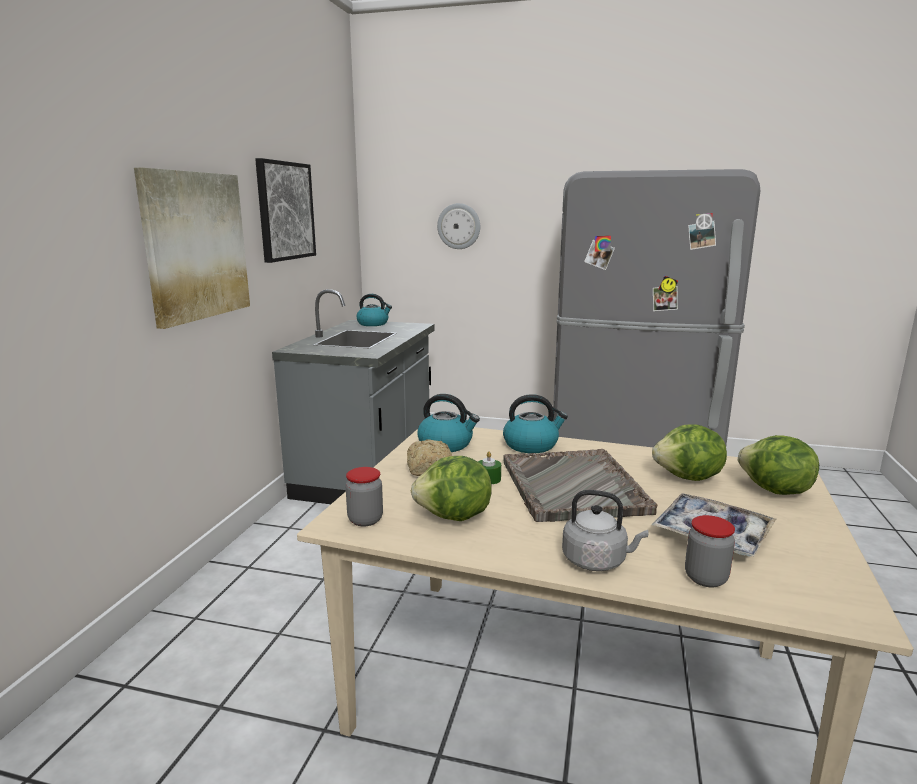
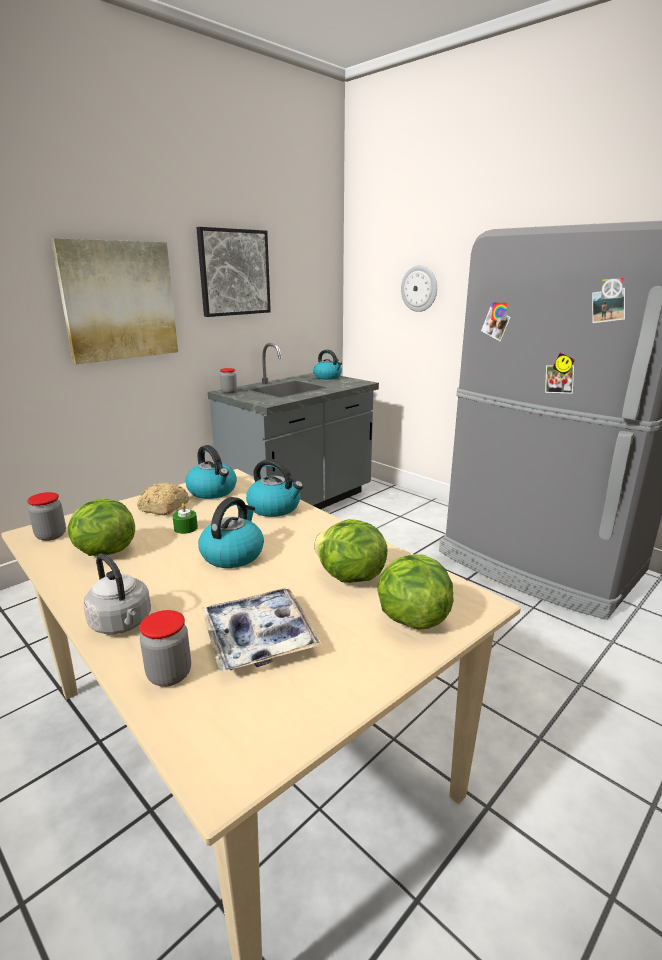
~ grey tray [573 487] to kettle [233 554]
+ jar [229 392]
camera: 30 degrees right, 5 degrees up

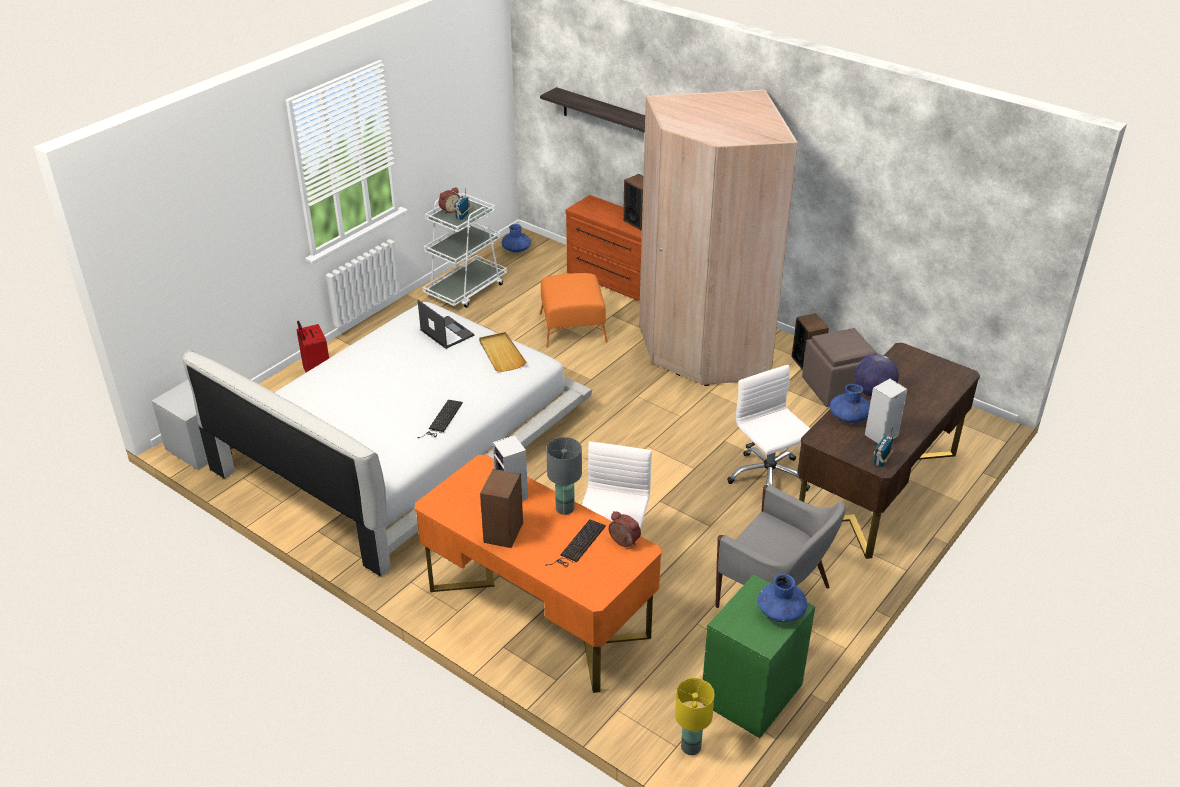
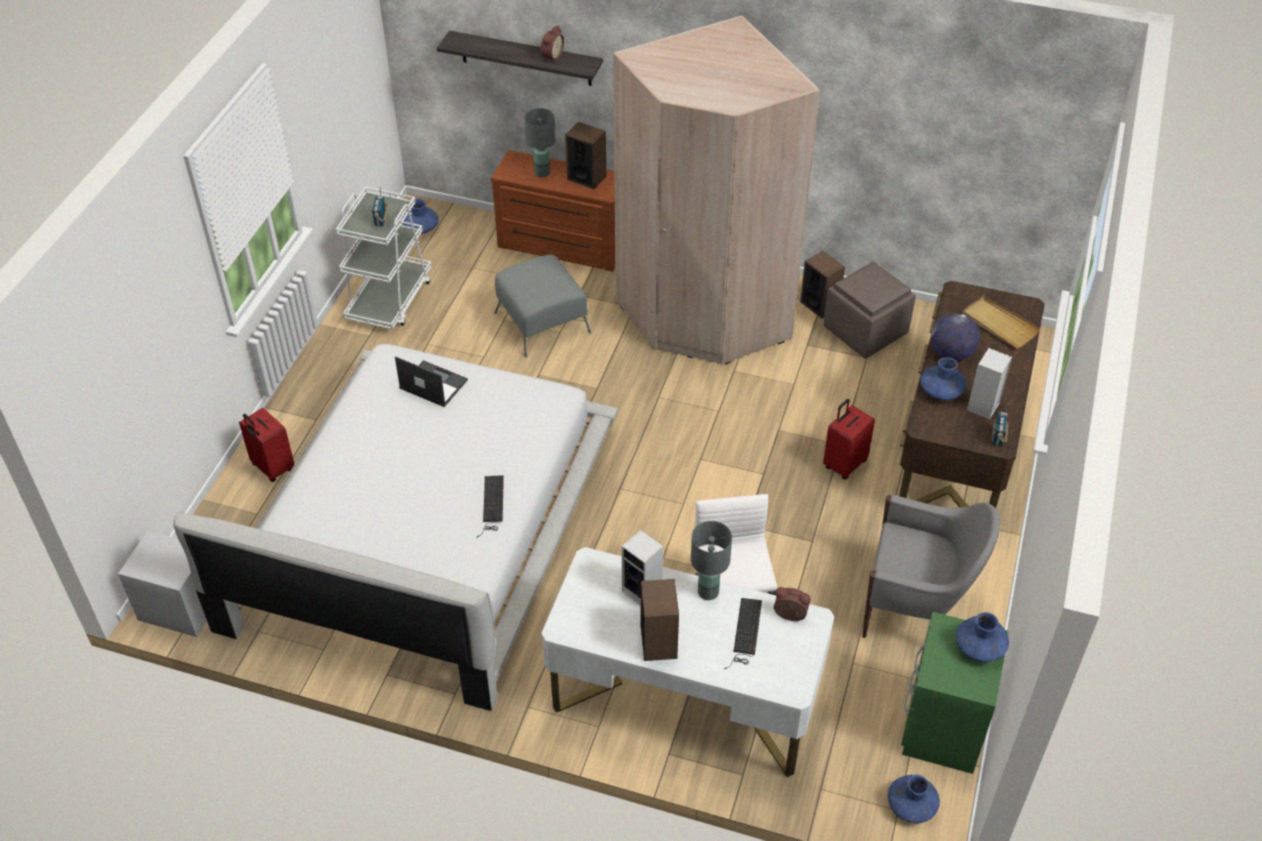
~ orange ottoman [573 327] to grey ottoman [542 322]
+ grey table lamp [542 172]
~ alarm clock [449 210] to [551 56]
~ orange desk [538 612] to white desk [684 700]
~ white office chair [767 477] to red suitcase [844 464]
~ yellow table lamp [690 747] to blue vase [911 806]
~ beige tray [501 354] to [998 324]
camera: 20 degrees left, 10 degrees up

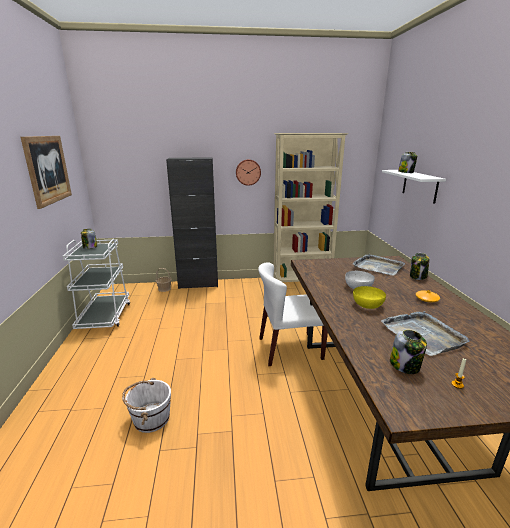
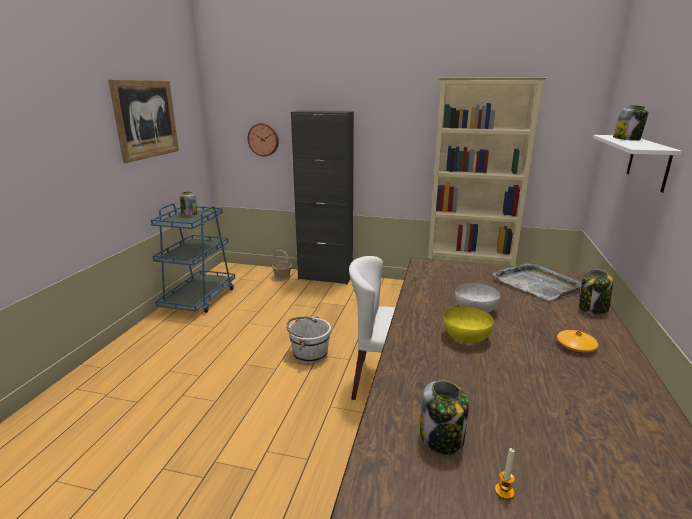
~ white cart [105 317] to blue cart [199 299]
~ wall clock [248 172] to [263 139]
~ white bucket [151 418] to [309 353]
- grey tray [423 334]
camera: 20 degrees right, 0 degrees up

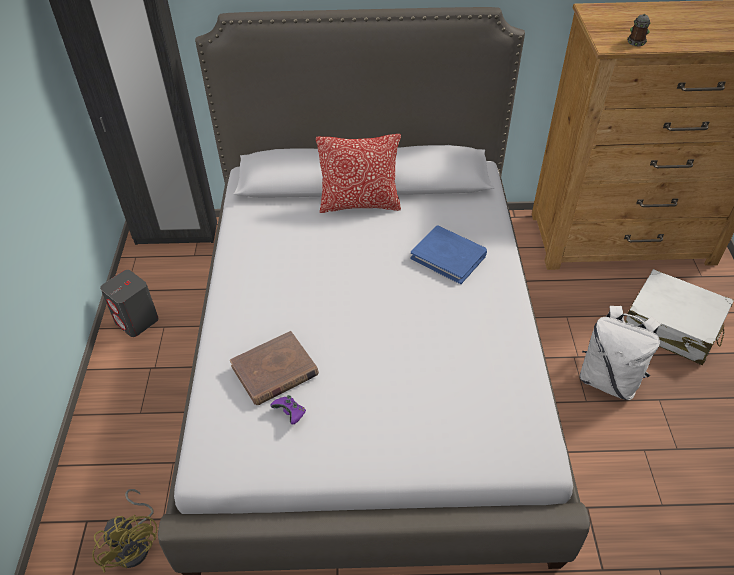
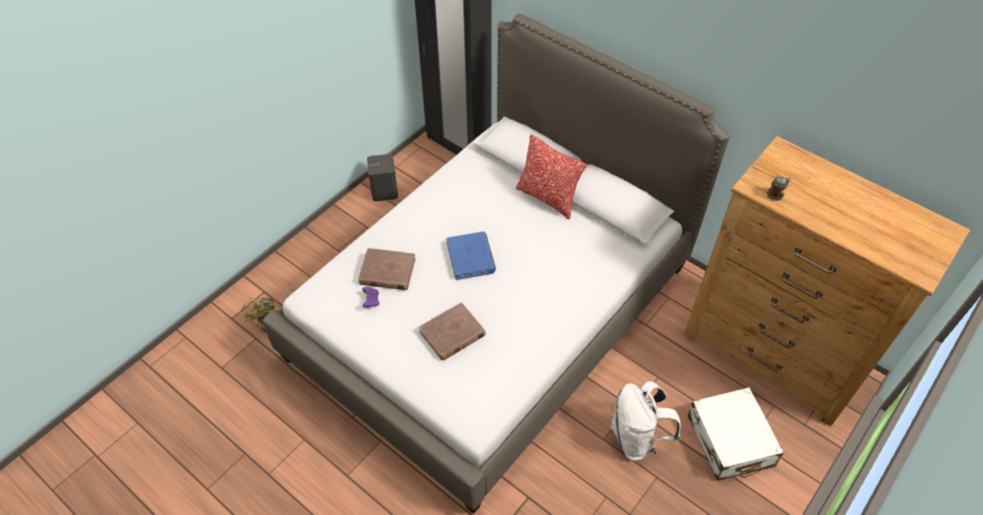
+ brown book [452 334]
~ blue book [448 256] to [471 257]
camera: 40 degrees right, 5 degrees up

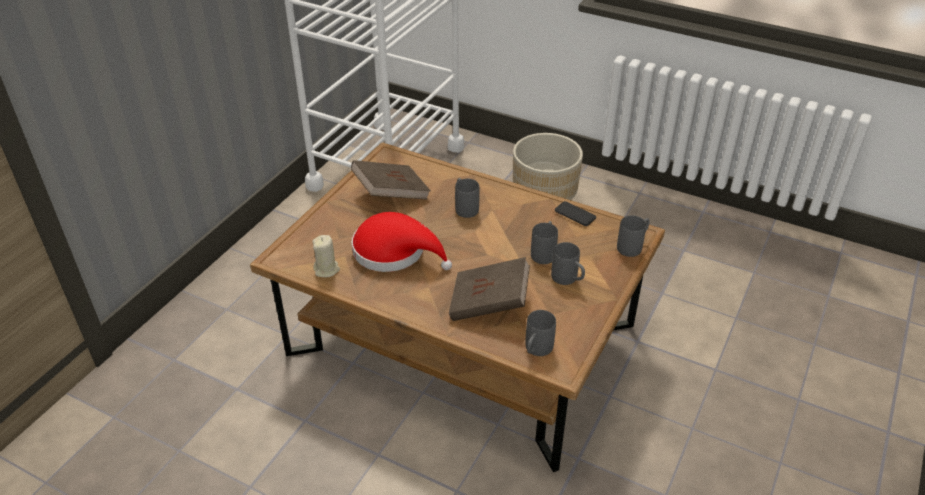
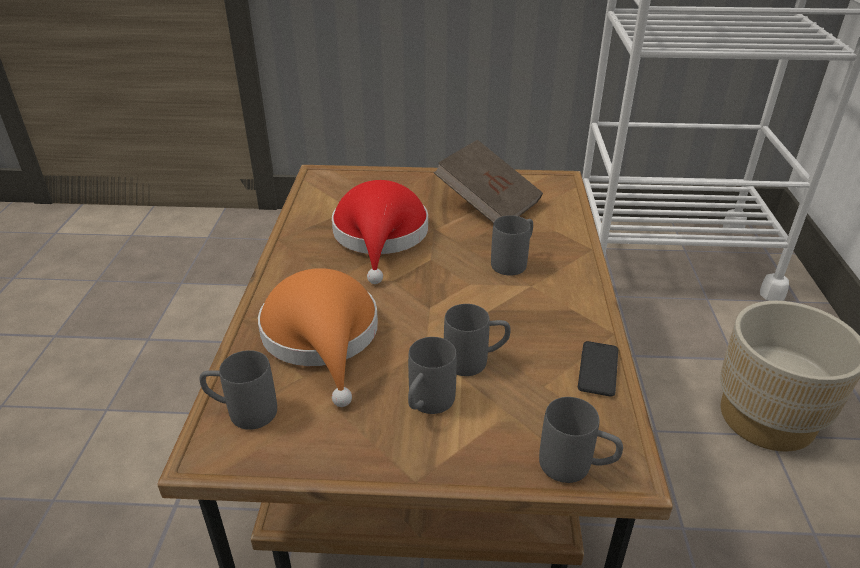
~ brown book [489 304] to orange hat [323 338]
- beige candle [326 269]
camera: 65 degrees right, 5 degrees down

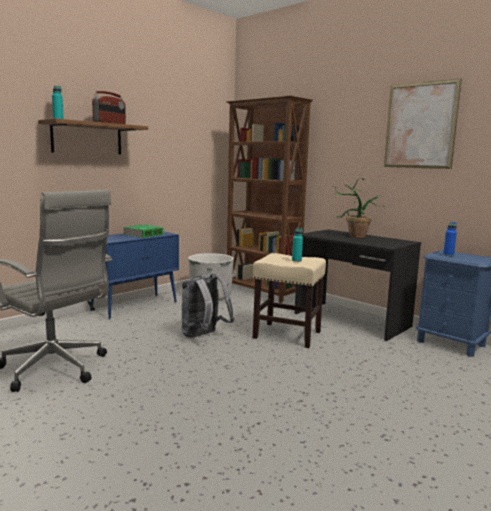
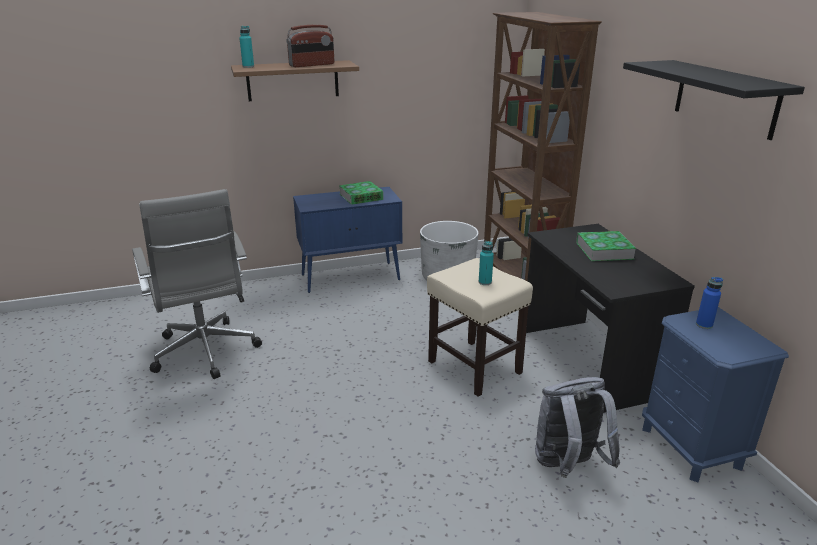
~ grey backpack [204 336] to [568 466]
~ potted plant [352 236] to book [604 250]
~ picture [420 125] to black shelf [725 98]
camera: 30 degrees right, 15 degrees up

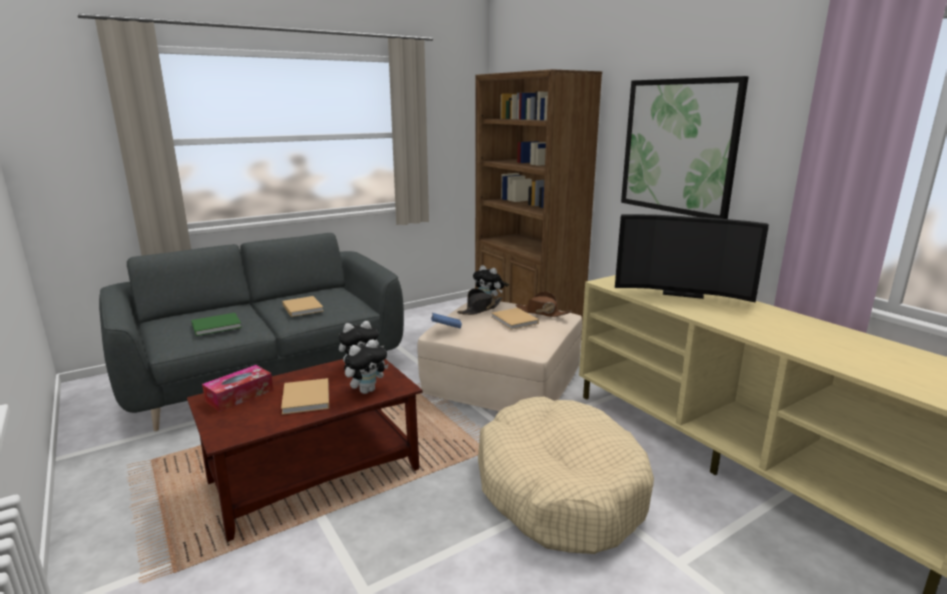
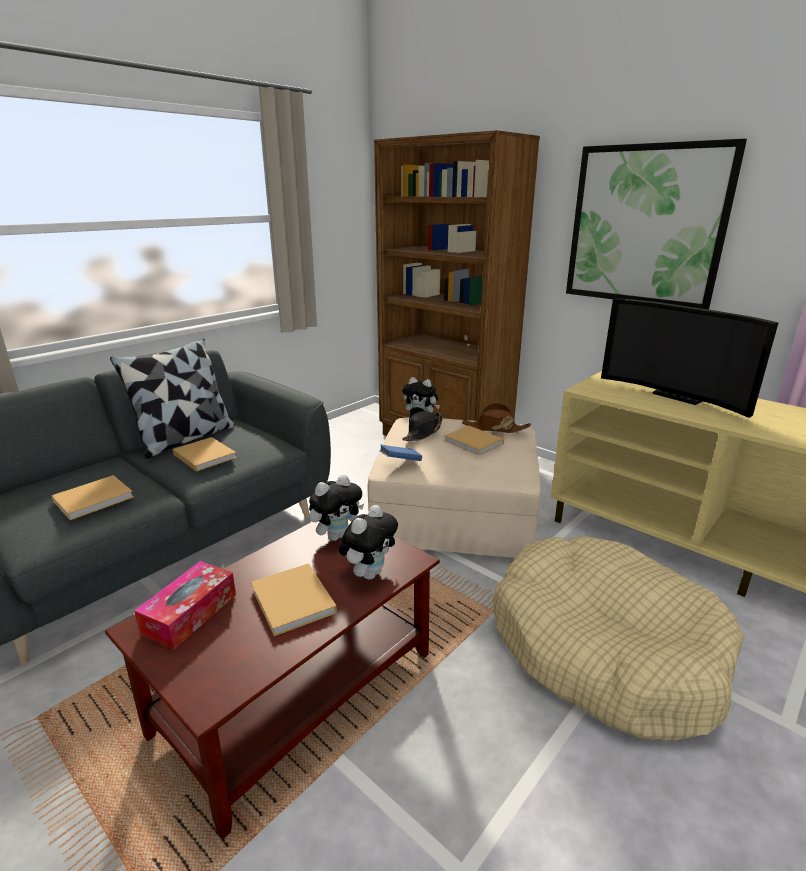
~ green book [218 325] to beige book [96 498]
+ pillow [185 438]
~ television [682 293] = [678 396] 45 degrees clockwise
camera: 15 degrees left, 5 degrees up

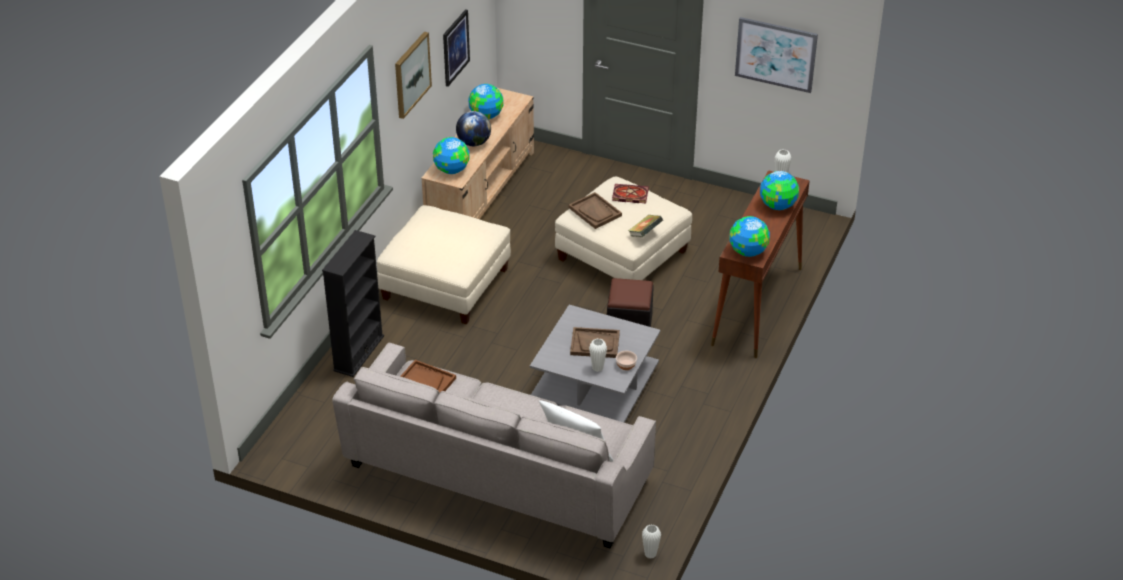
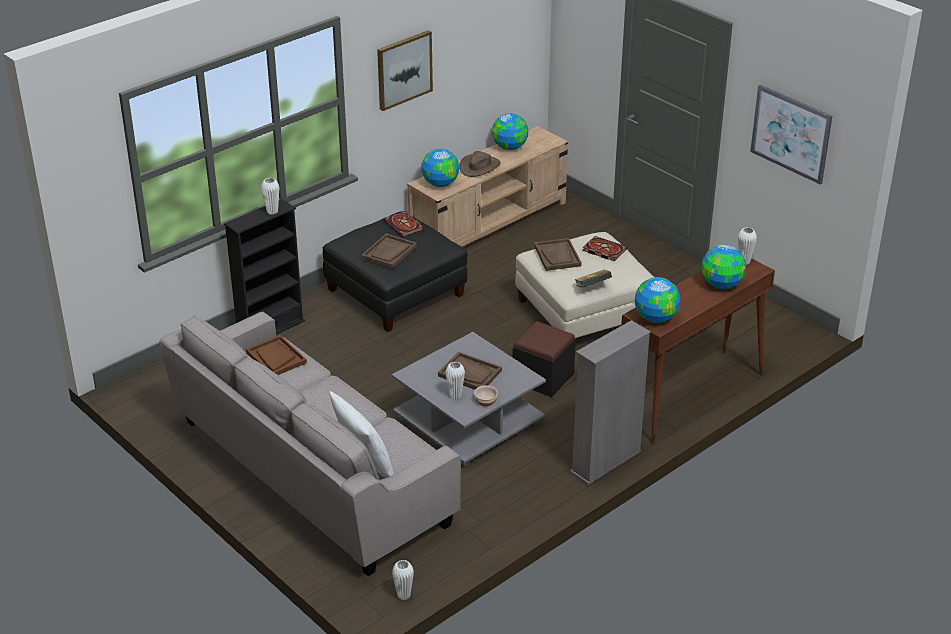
+ white vase [272 211]
~ beige ottoman [445 283] to black ottoman [395 292]
+ brown tray [389 252]
+ book [404 226]
~ globe [474 143] to brown hat [479 166]
+ grey bookcase [606 462]
- picture [455 47]
camera: 25 degrees right, 5 degrees down

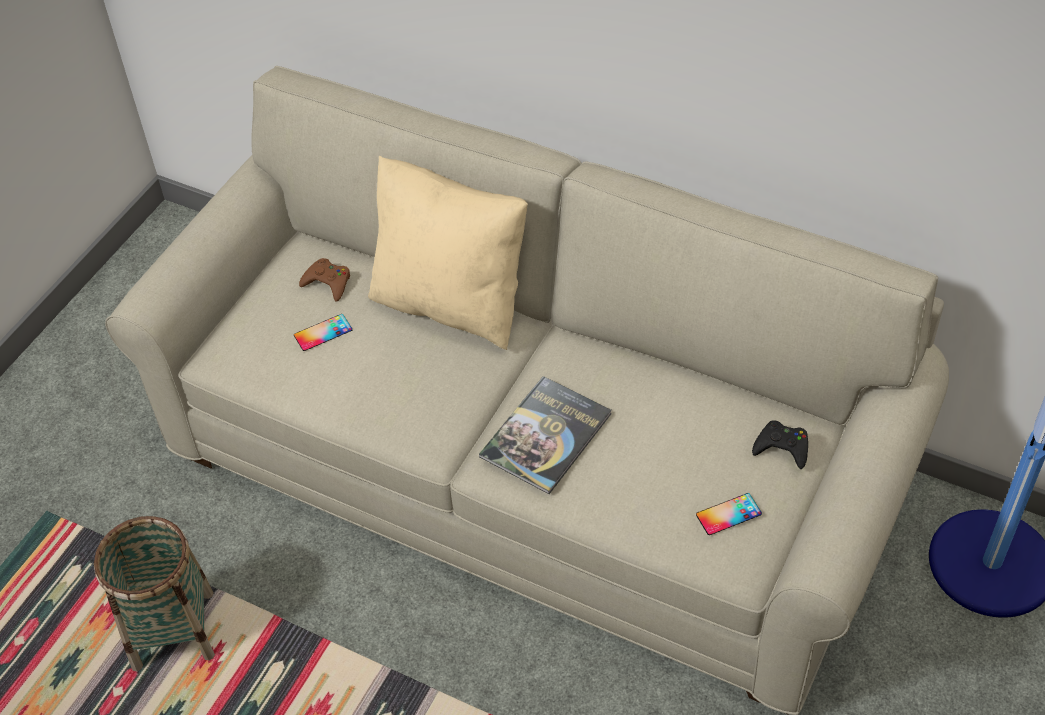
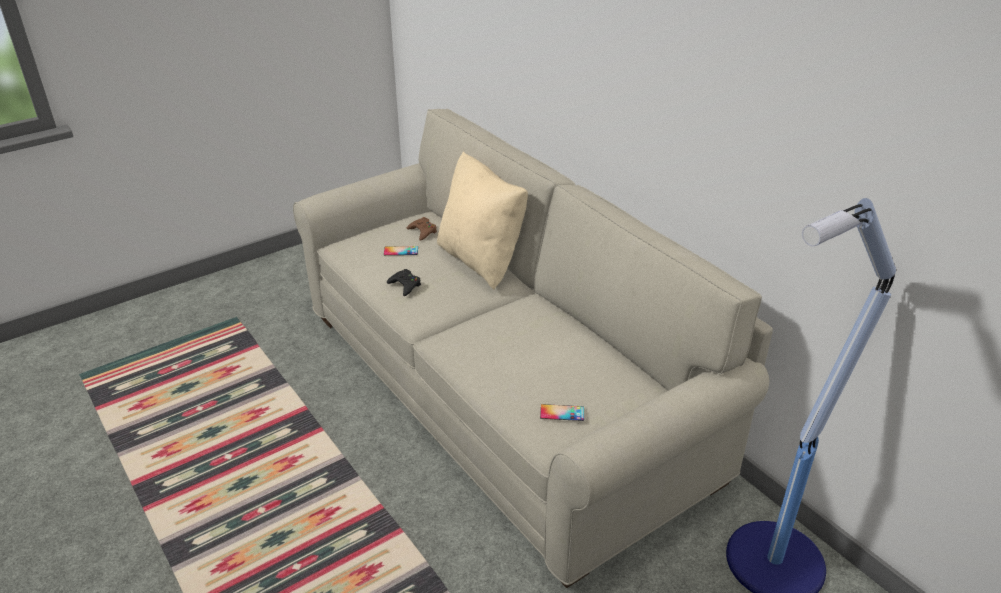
~ black game controller [782 447] to [405 285]
- basket [173 630]
- book [546 435]
camera: 25 degrees right, 15 degrees down

